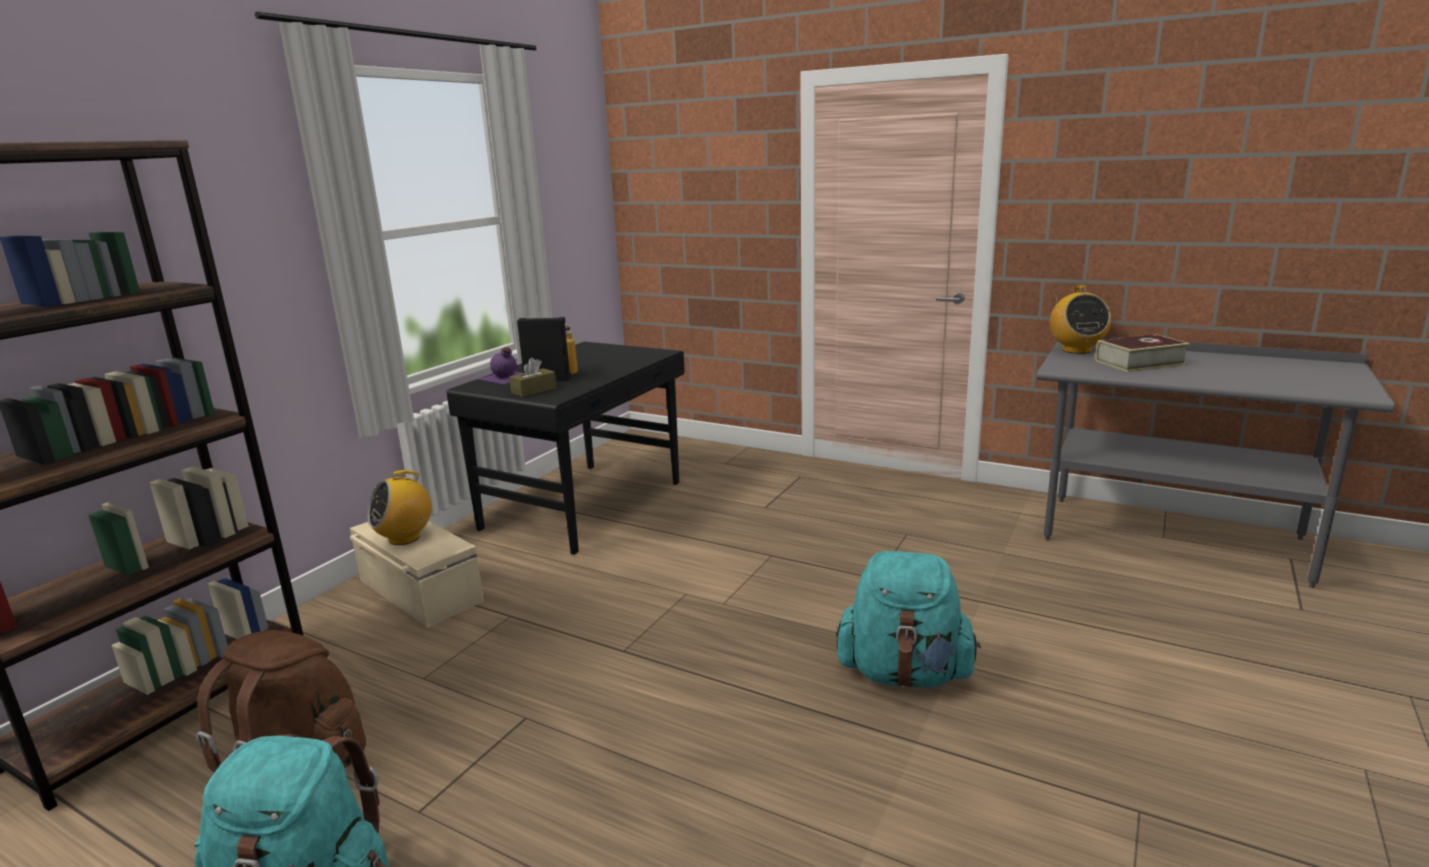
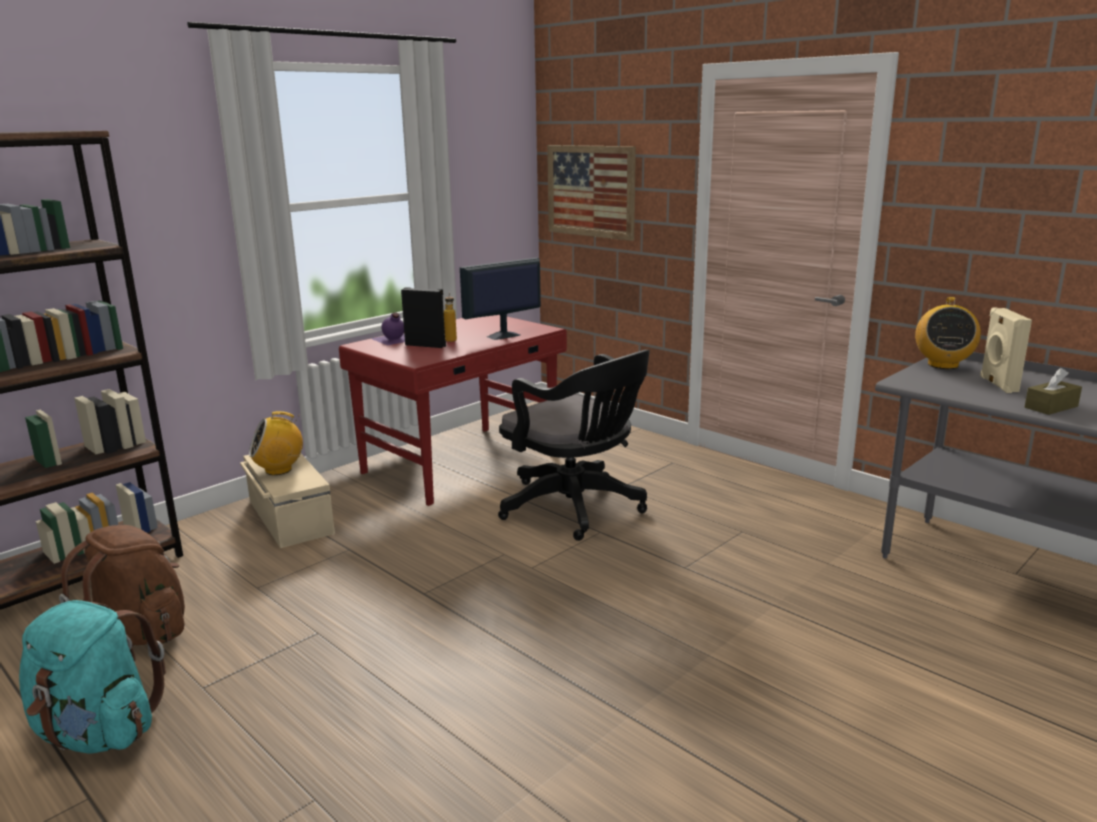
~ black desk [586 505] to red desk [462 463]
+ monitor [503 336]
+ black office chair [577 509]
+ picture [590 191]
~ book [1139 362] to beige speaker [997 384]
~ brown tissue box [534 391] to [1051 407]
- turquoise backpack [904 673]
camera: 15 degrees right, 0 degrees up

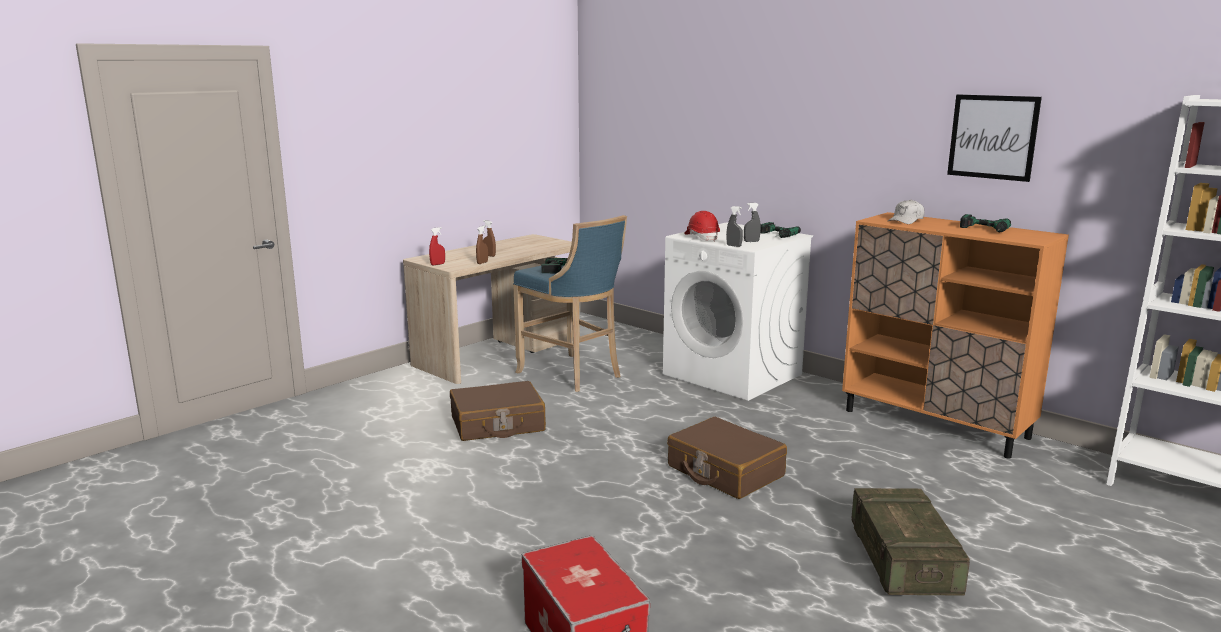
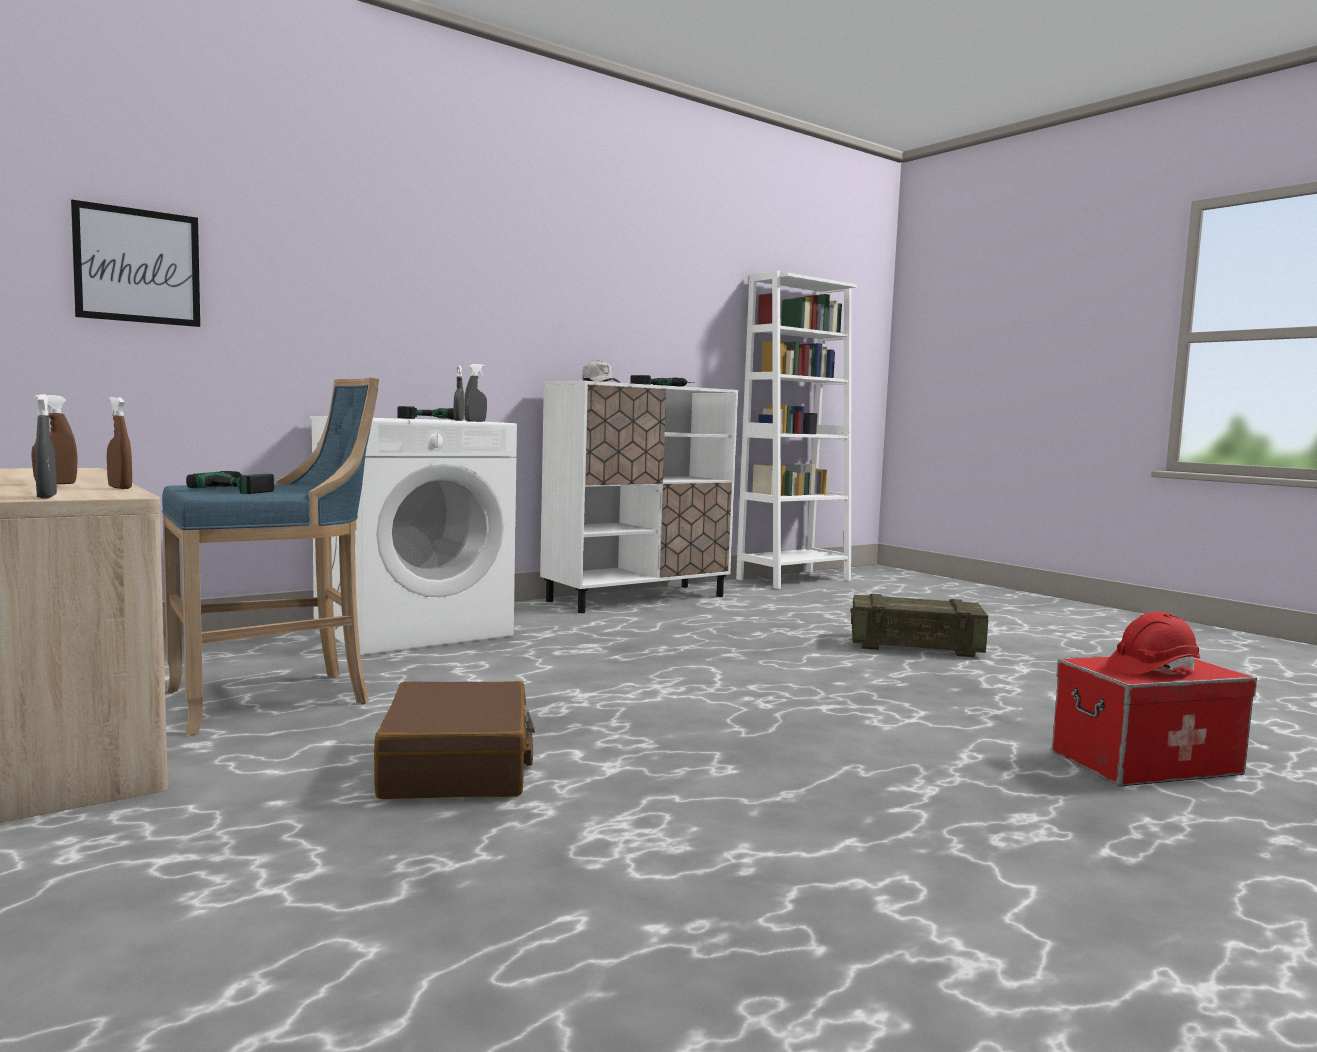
~ red spray bottle [437 264] to grey spray bottle [47 497]
~ picture [992 137] to [138 266]
~ orange cabinet [935 424] to white cabinet [637 598]
~ red hard hat [702 237] to [1151 670]
- brown suitcase [725 471]
camera: 80 degrees left, 10 degrees down

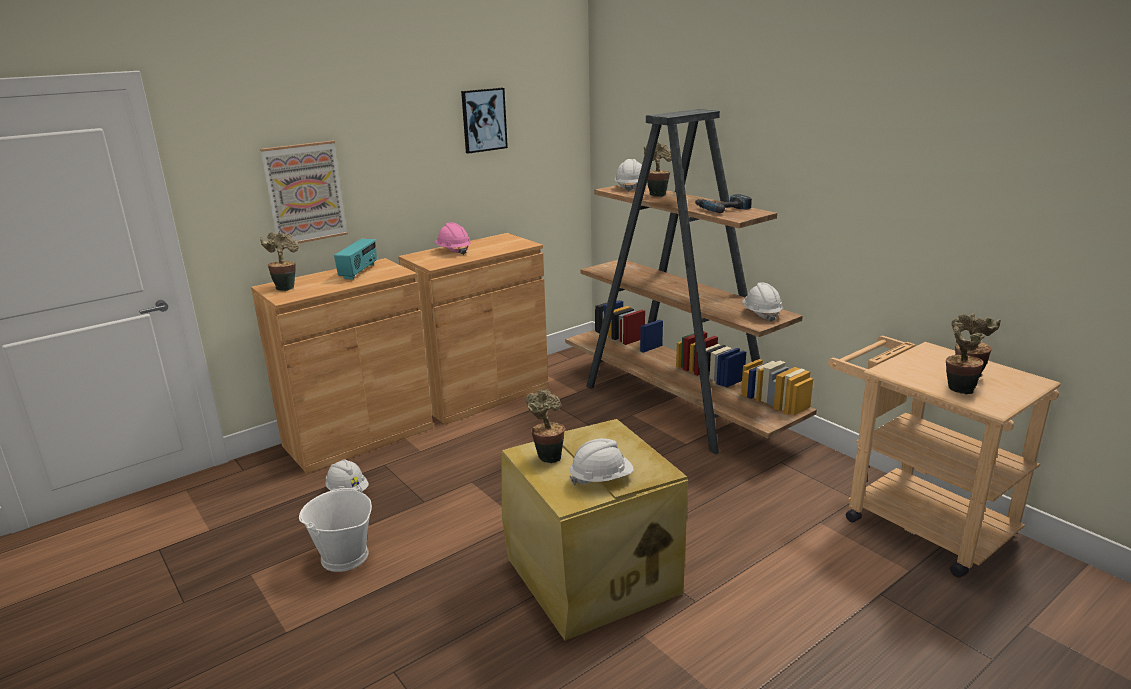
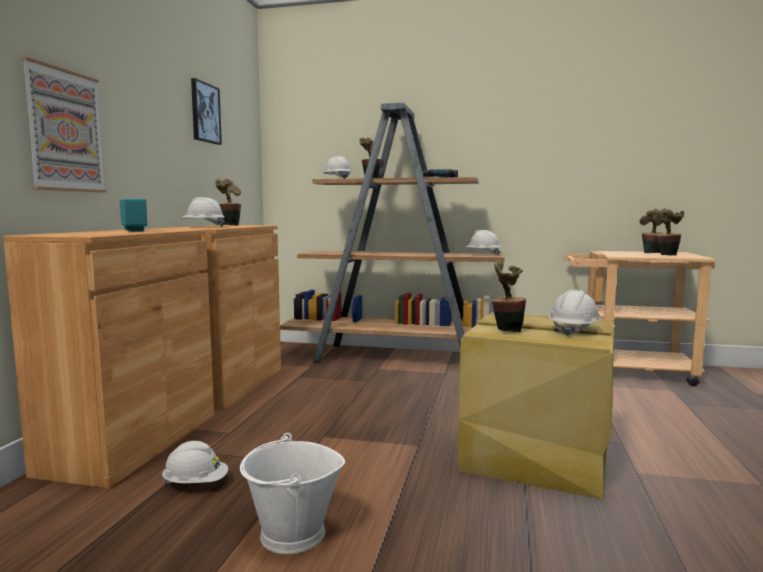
~ pink hard hat [453 251] to white hard hat [203 226]
~ potted plant [286 287] to [230 225]
camera: 40 degrees left, 15 degrees down

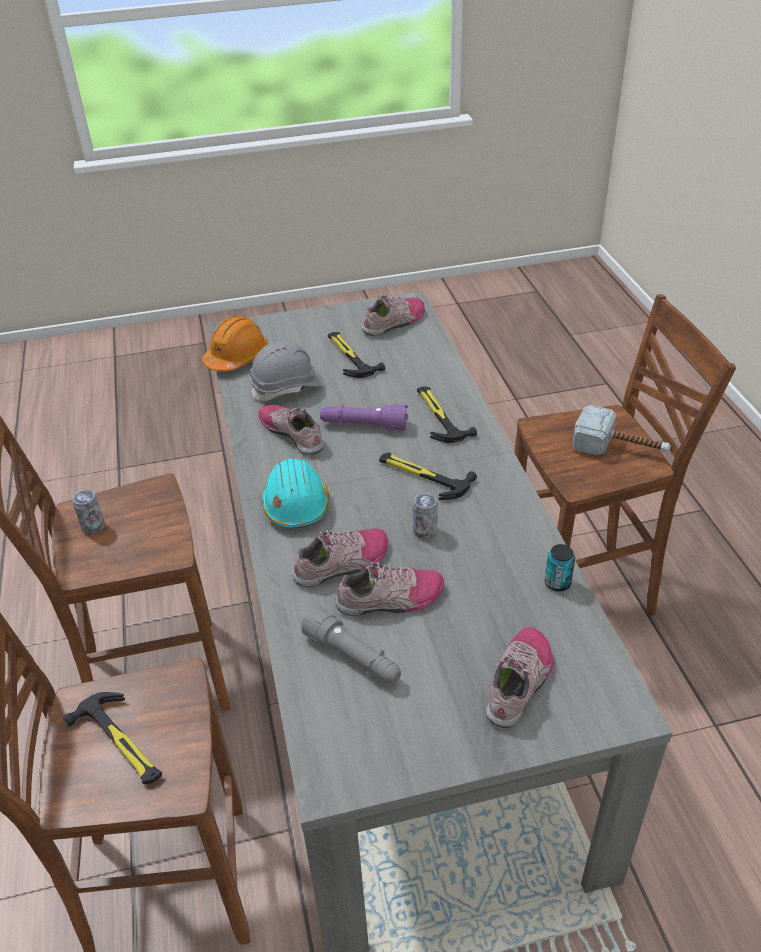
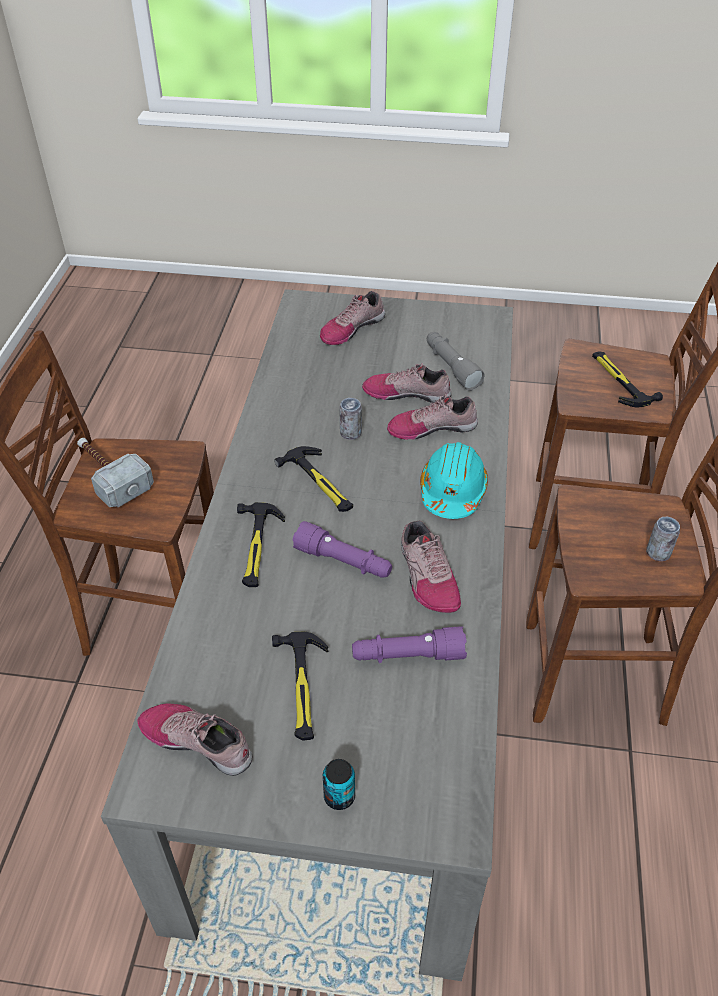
~ shoe [395 322] = [197 741] 45 degrees clockwise
~ can [557 583] to [339 796]
~ grey hard hat [287 387] to purple flashlight [407 655]
- orange hard hat [237 357]
camera: 160 degrees left, 5 degrees up

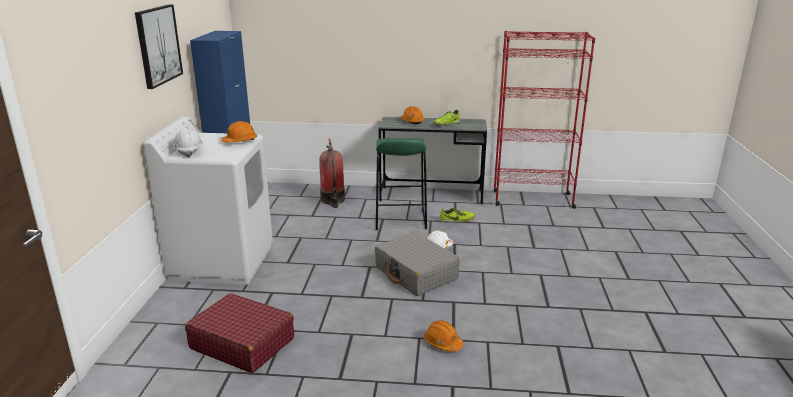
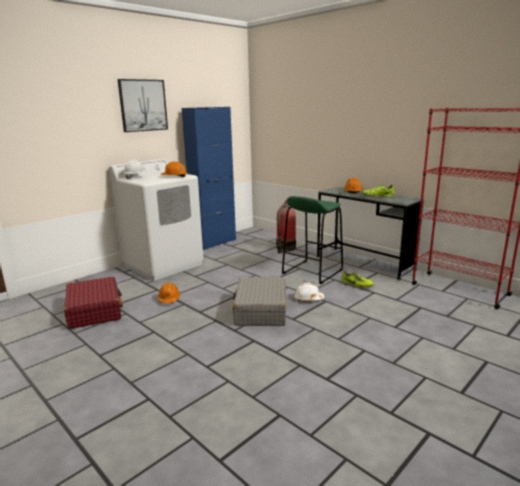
~ orange hard hat [442 343] to [169 299]
camera: 40 degrees right, 5 degrees down

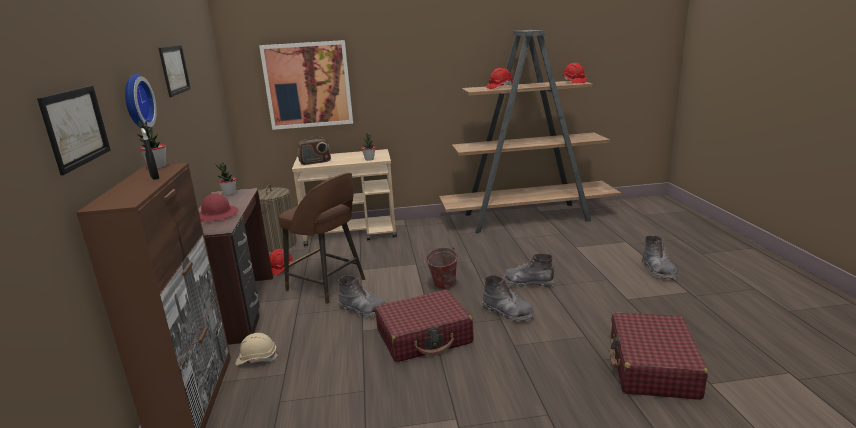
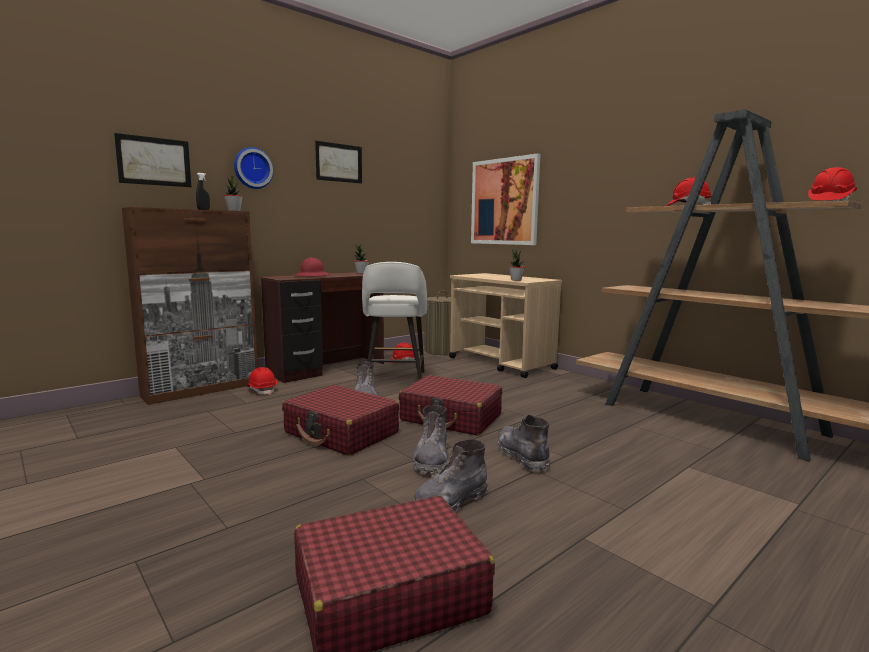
~ beige hard hat [257 358] to red hard hat [262 390]
~ brown stool [328 285] to white stool [395 380]
~ bucket [442 286] to red suitcase [451 418]
~ grey boot [658 271] to [450 503]
- radio [315 162]
camera: 55 degrees right, 10 degrees down

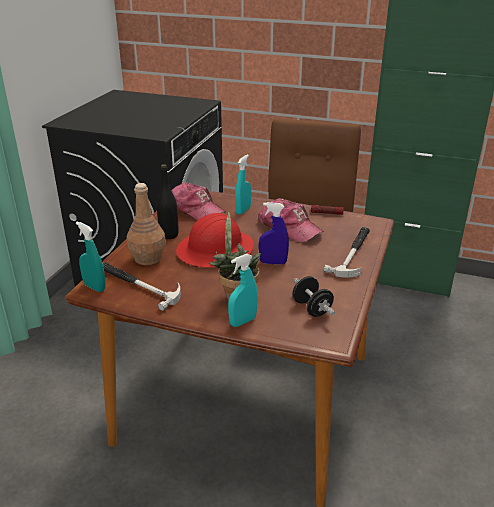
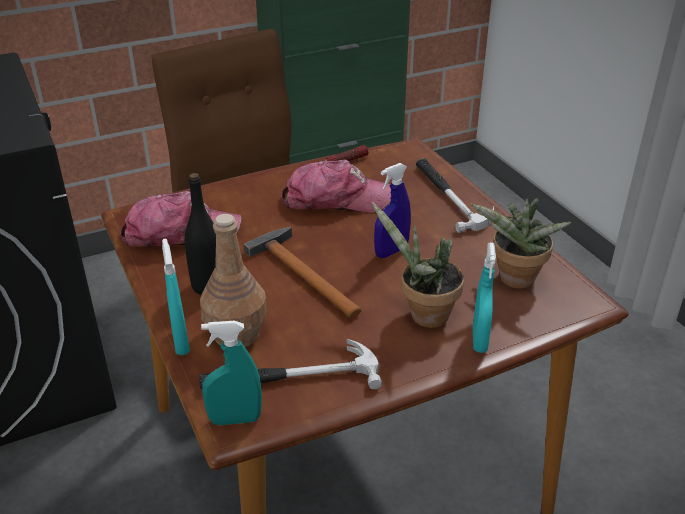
~ turquoise spray bottle [243 210] to [181 342]
~ red hard hat [216 250] to hammer [303 273]
~ black dumbbell [312 308] to potted plant [514 281]
camera: 45 degrees left, 5 degrees up

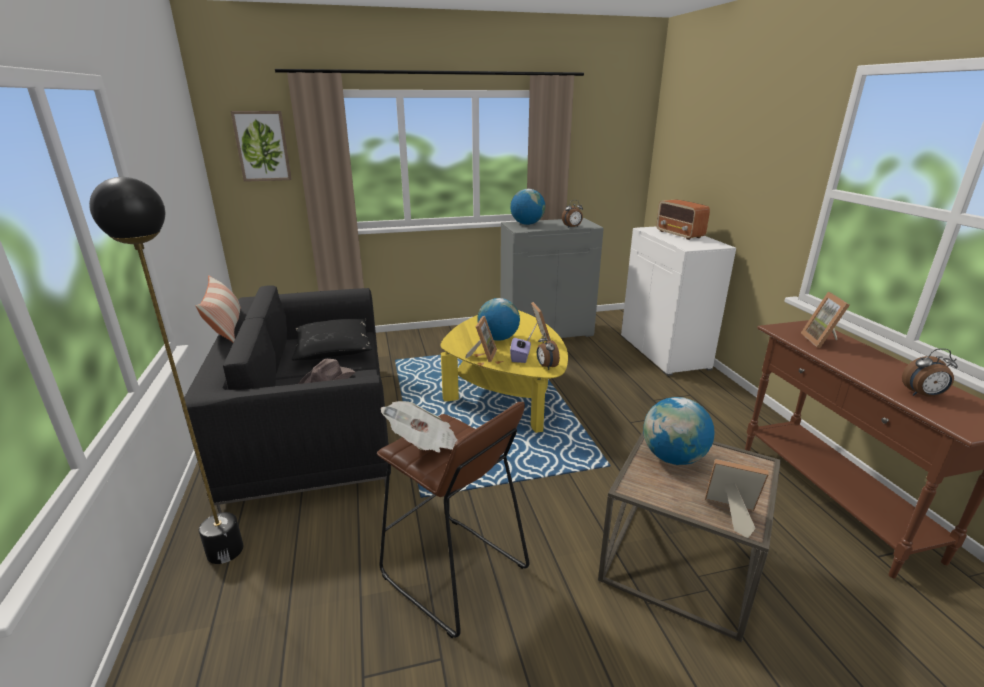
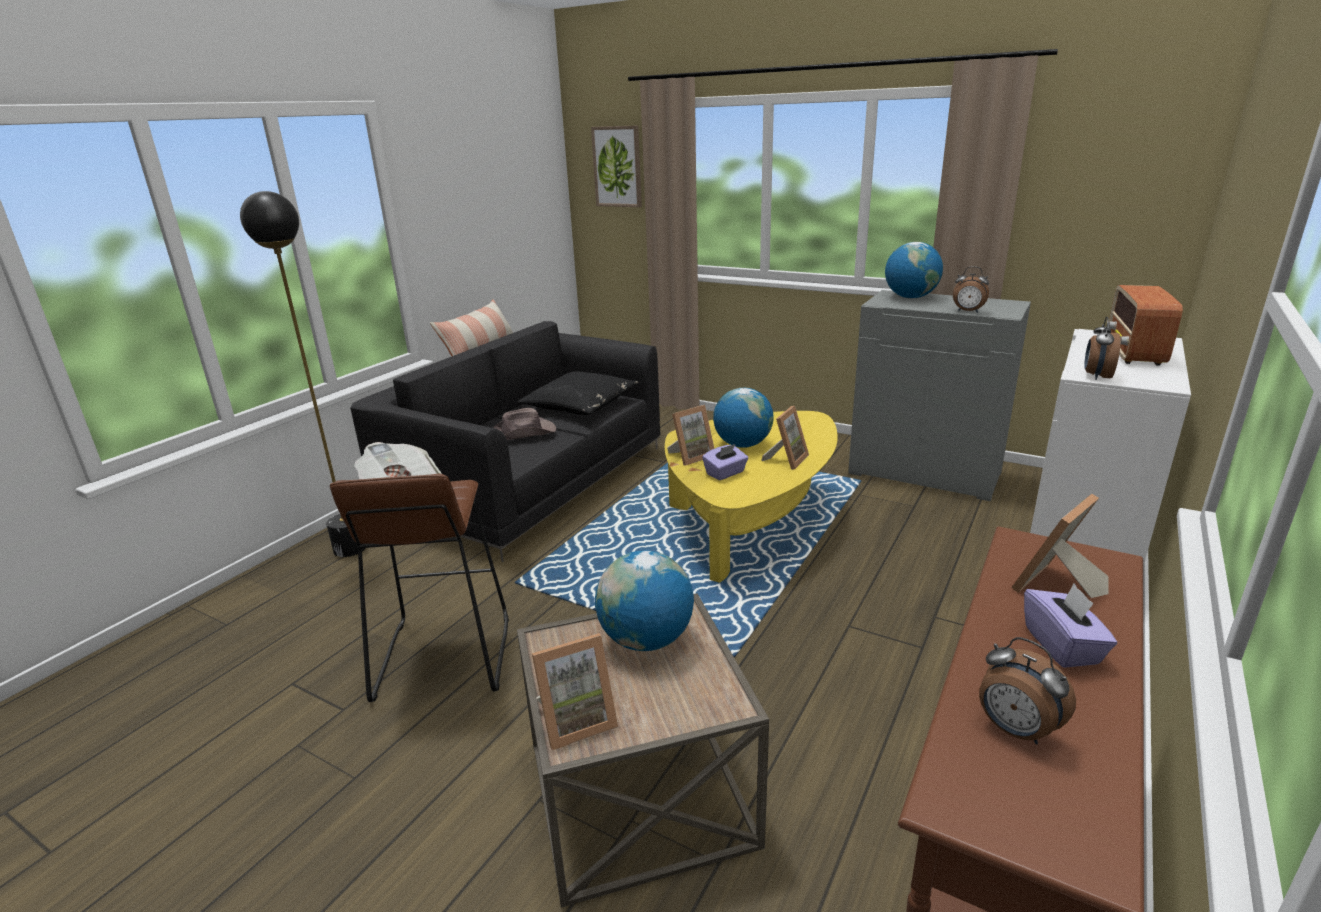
~ picture frame [729 515] = [576 721] 90 degrees clockwise
+ purple tissue box [1062 645]
~ alarm clock [546 366] to [1096 376]
camera: 45 degrees right, 0 degrees up

